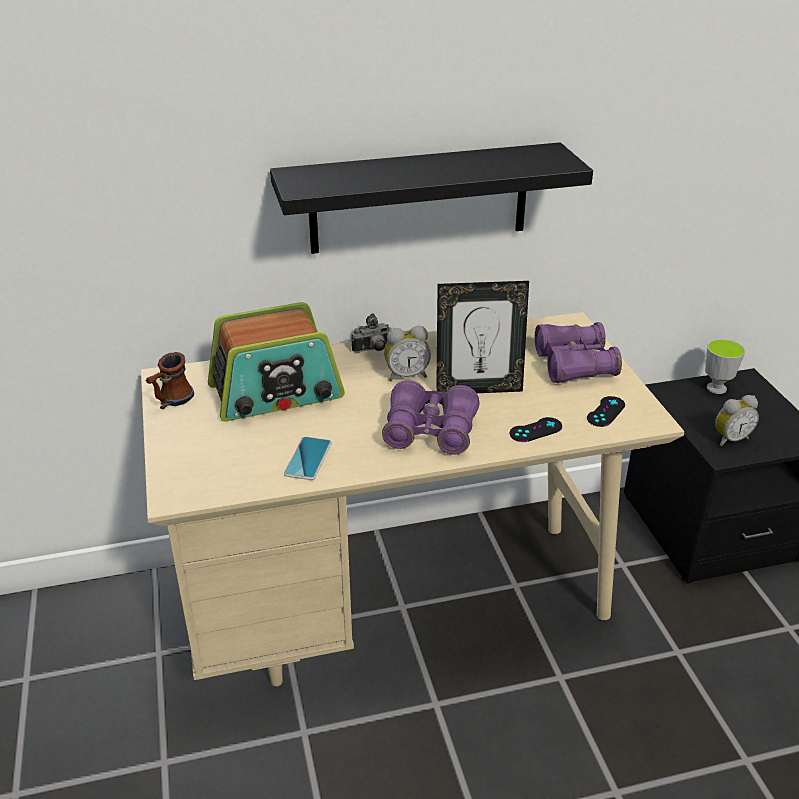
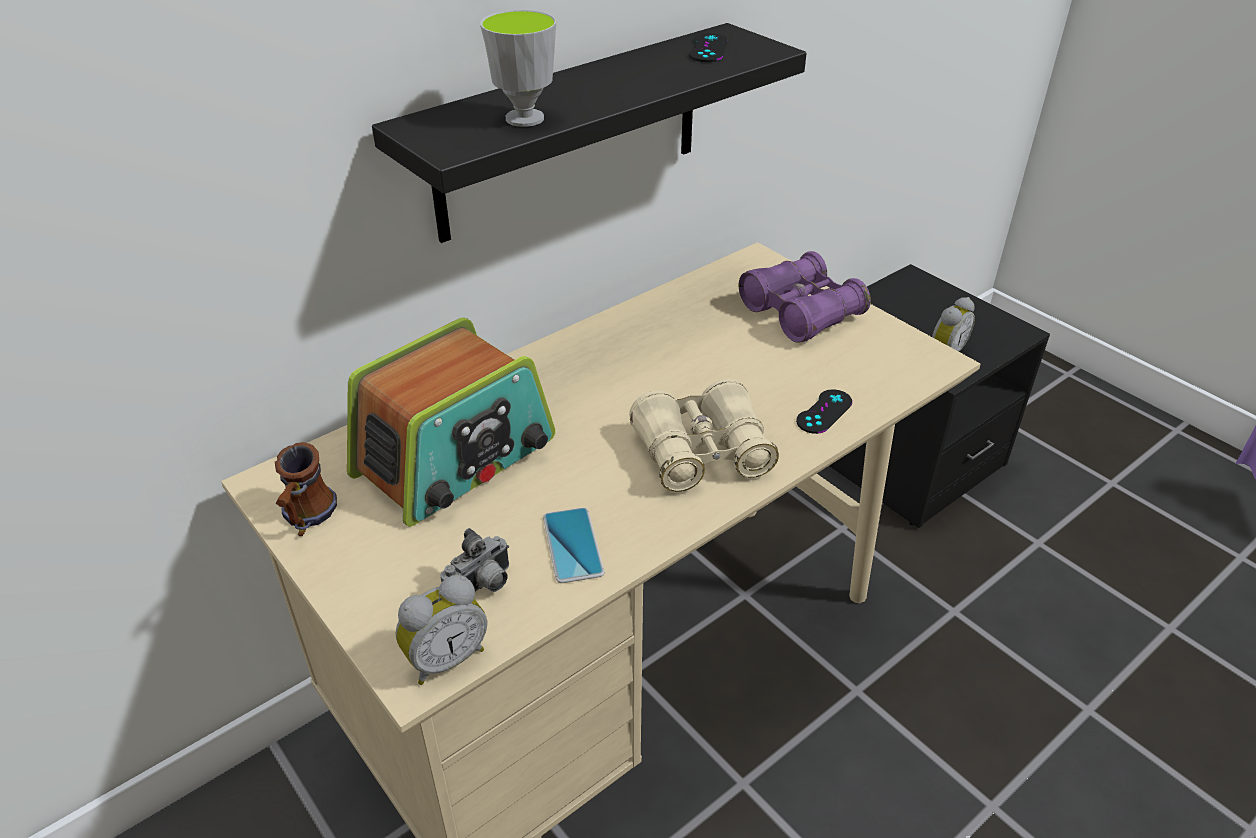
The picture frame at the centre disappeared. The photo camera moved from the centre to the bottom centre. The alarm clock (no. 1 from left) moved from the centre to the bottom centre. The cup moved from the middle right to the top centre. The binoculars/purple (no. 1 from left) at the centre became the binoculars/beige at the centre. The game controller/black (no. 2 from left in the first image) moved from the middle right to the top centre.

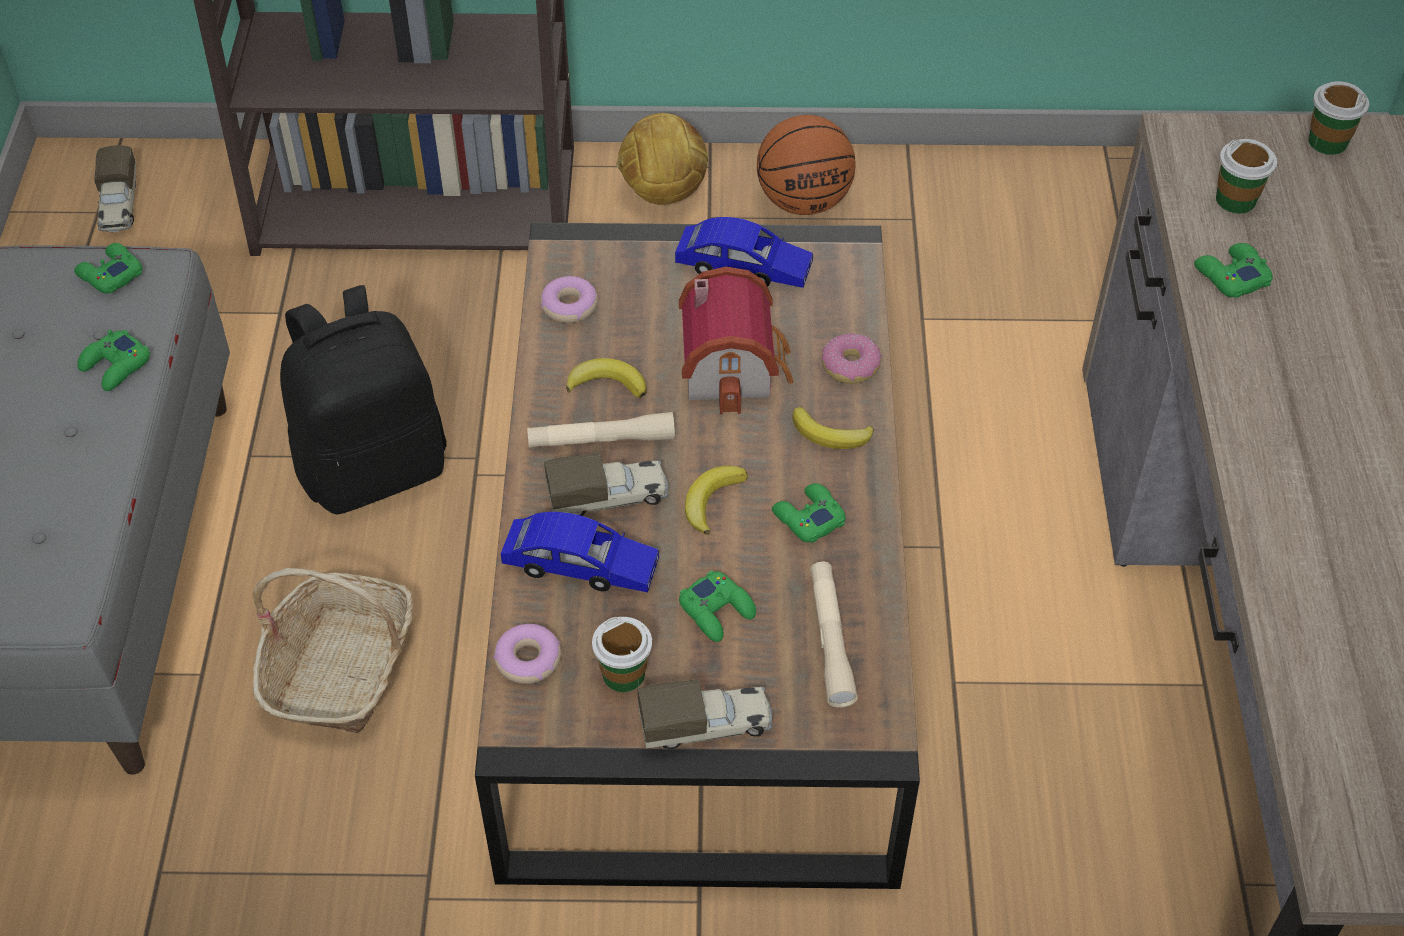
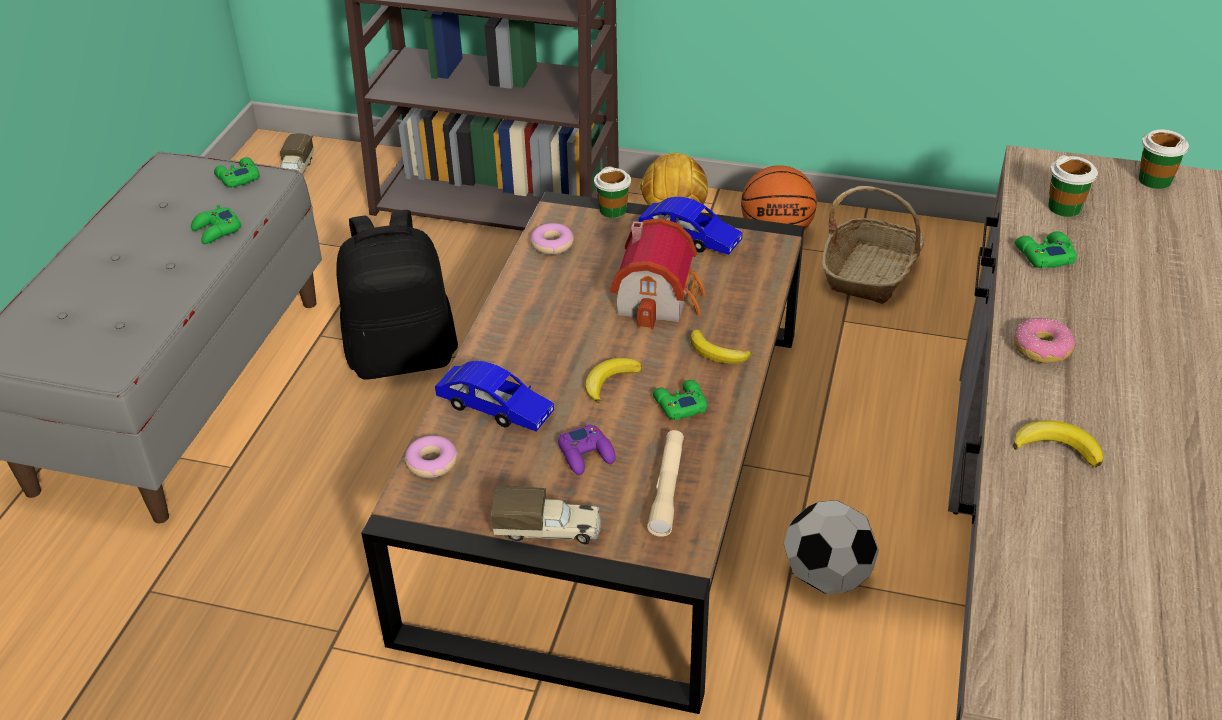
The donut (no. 3 from left) moved from the centre to the middle right. The banana (no. 1 from left in the first image) moved from the centre to the middle right. The flashlight/beige (no. 1 from left) at the centre disappeared. The toy truck (no. 2 from left) at the centre disappeared. The basket moved from the bottom left to the middle right. The game controller/green (no. 3 from left) at the centre became the game controller/purple at the centre. The cup (no. 1 from left) moved from the bottom centre to the top centre. The football (no. 2 from left) at the bottom right appeared.

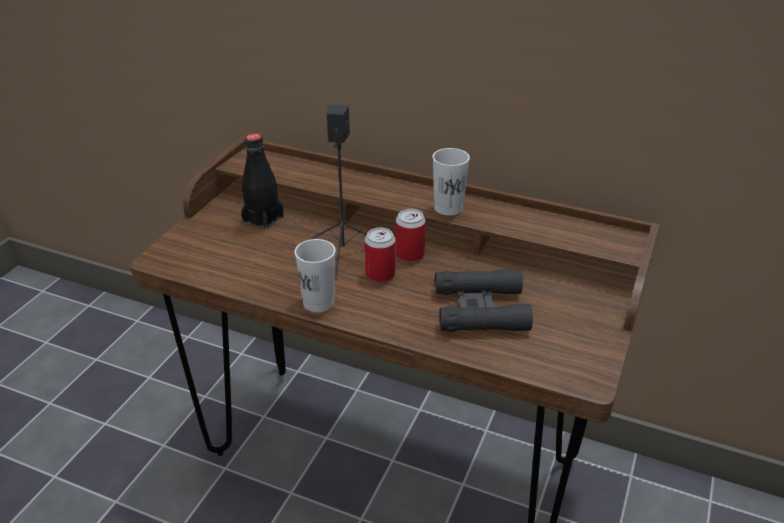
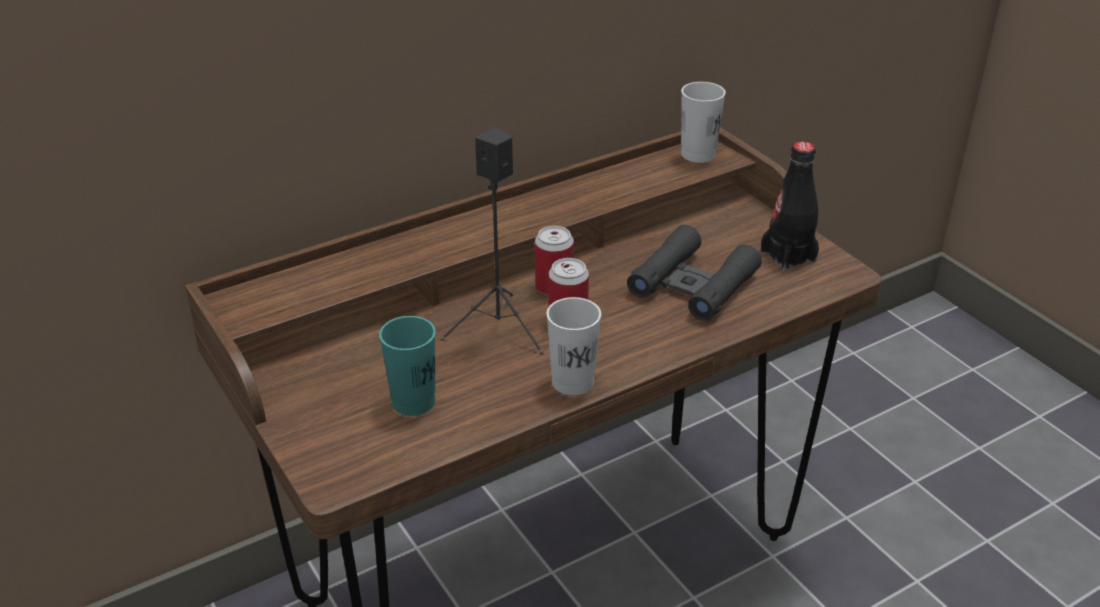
The bottle/black moved from the centre to the middle right. The cup/white (no. 2 from left) moved from the centre to the top centre. The cup/turquoise at the centre appeared.

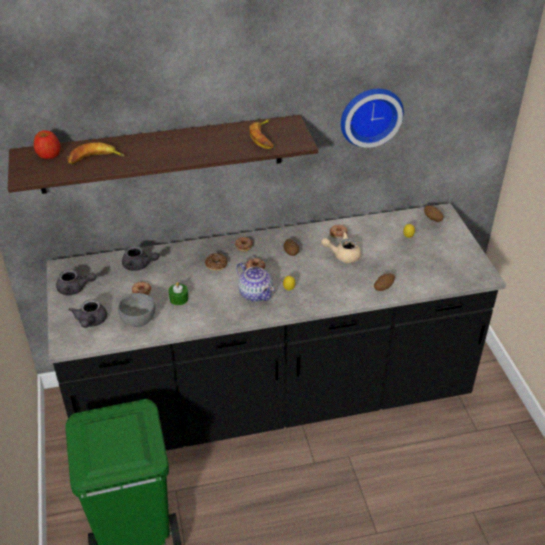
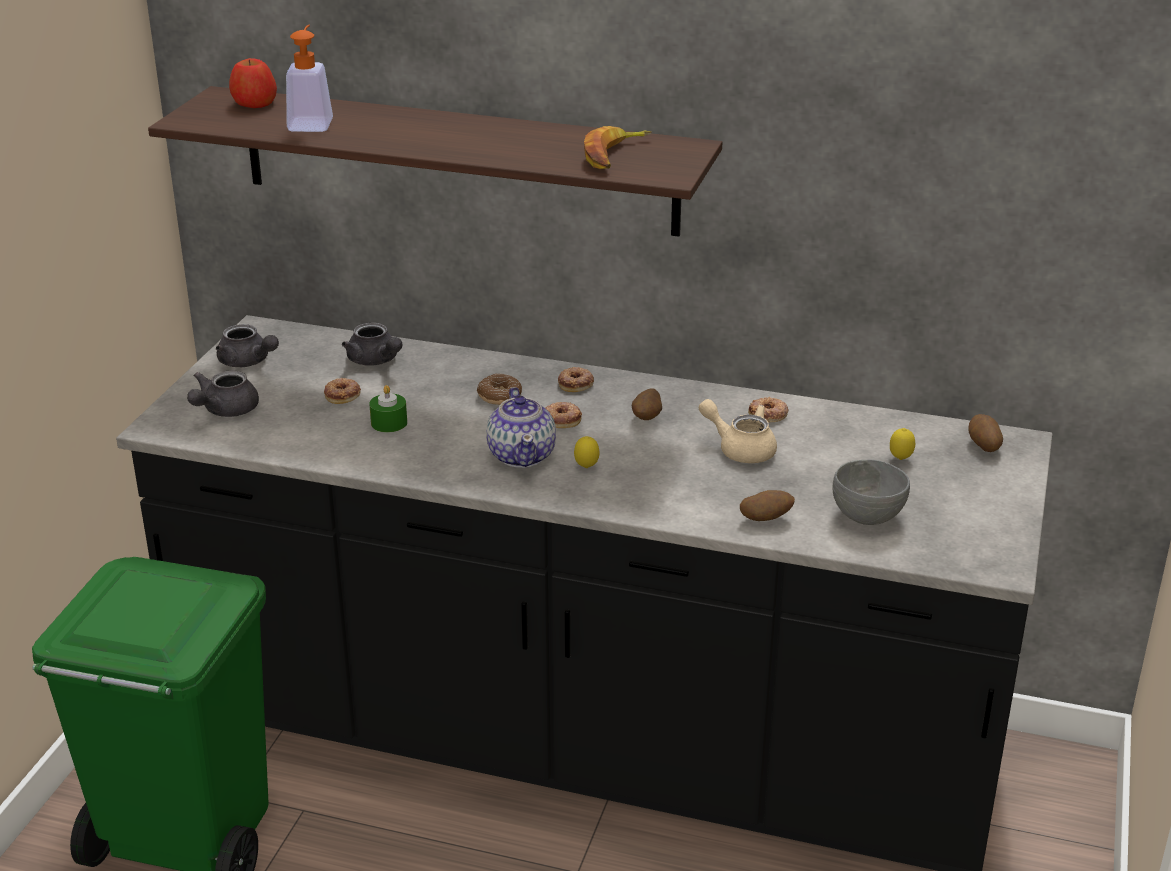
The wall clock at the top right disappeared. The banana (no. 1 from left) at the top left was replaced by the soap dispenser at the top left. The bowl/grey moved from the middle left to the middle right.

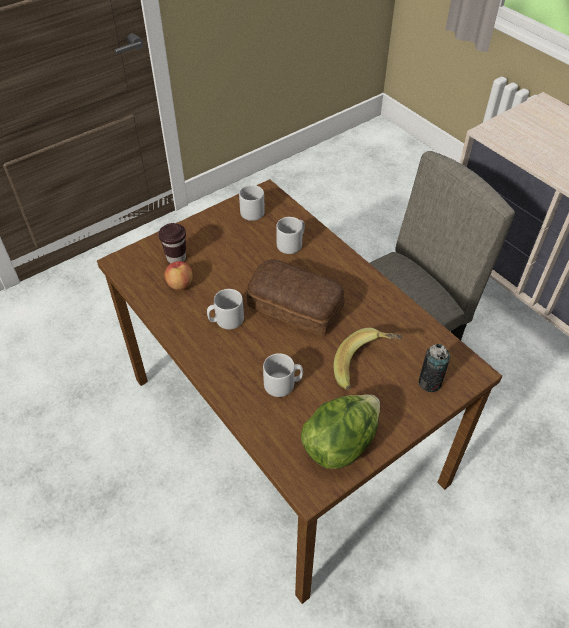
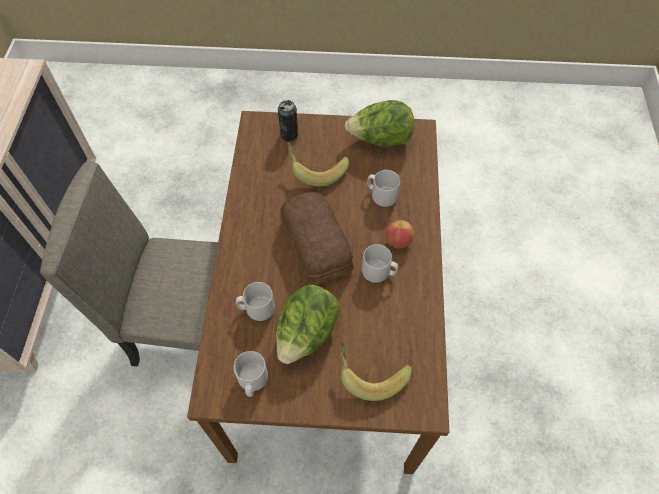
The cup/brown at the middle left was replaced by the banana (no. 2 from left) at the bottom centre. The apple moved from the middle left to the centre. The lettuce (no. 1 from left) at the centre appeared.

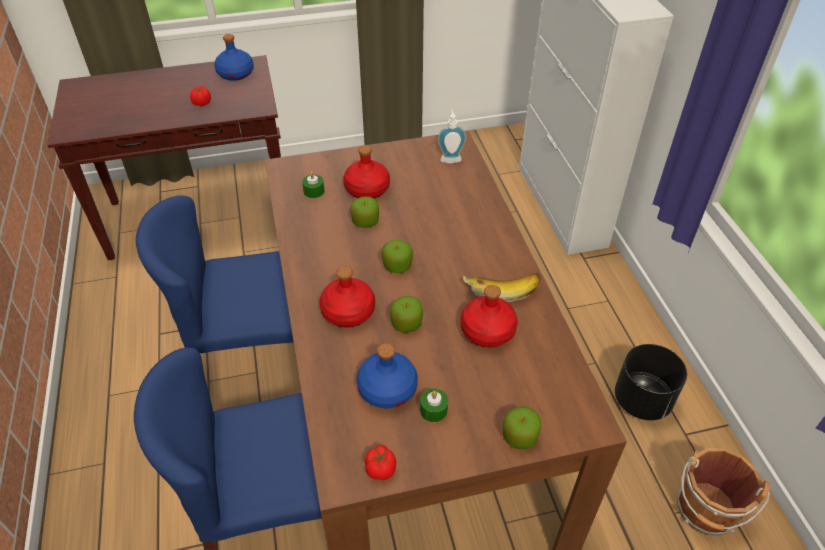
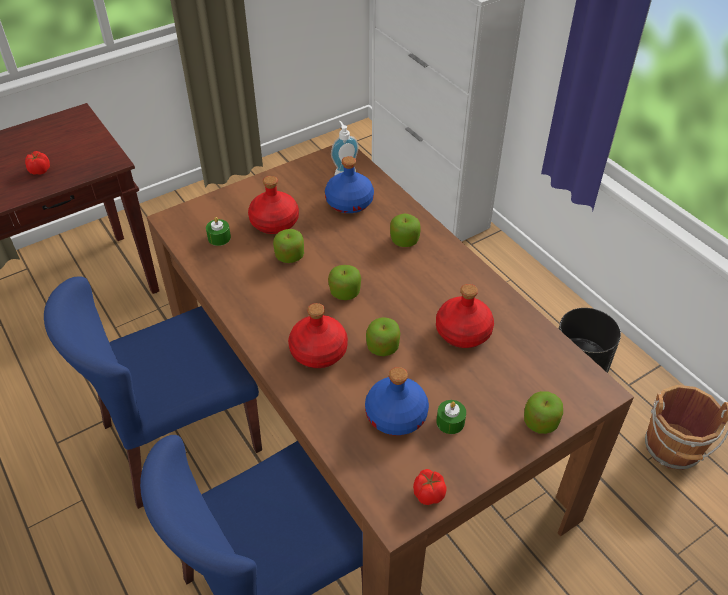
The bottle/blue (no. 1 from left) moved from the top left to the top centre. The banana at the centre disappeared. The apple (no. 4 from left) at the centre appeared.

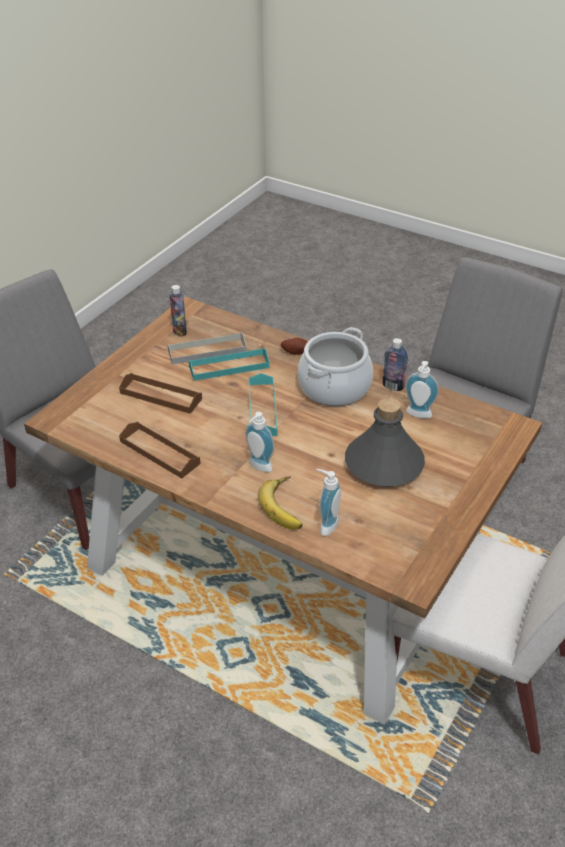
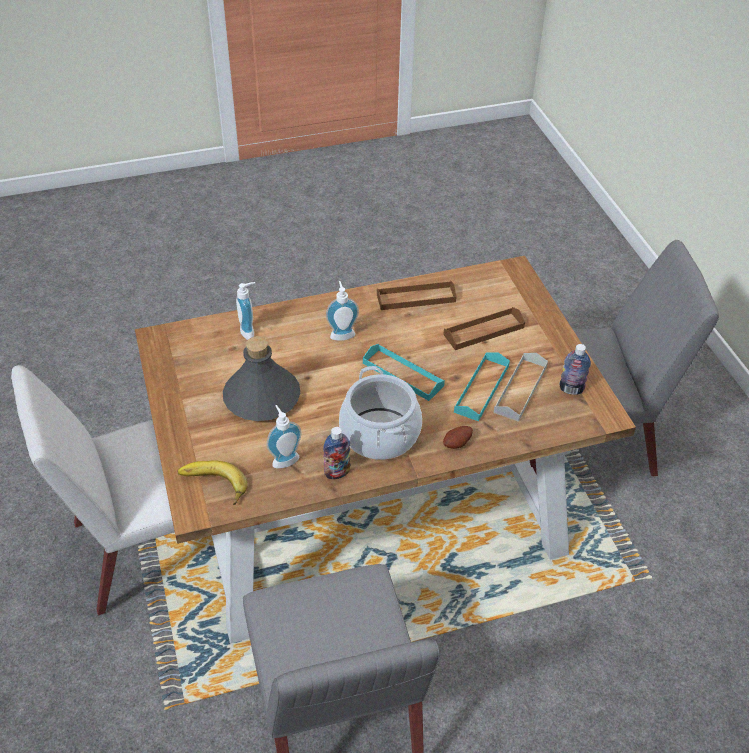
The banana moved from the centre to the middle left.

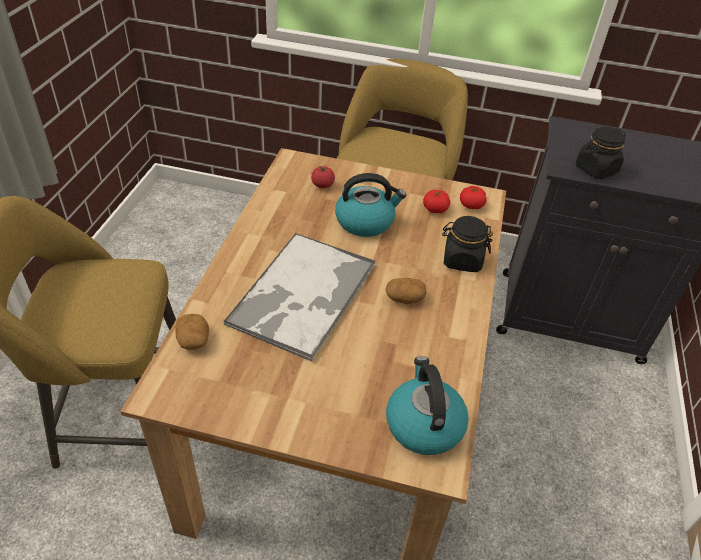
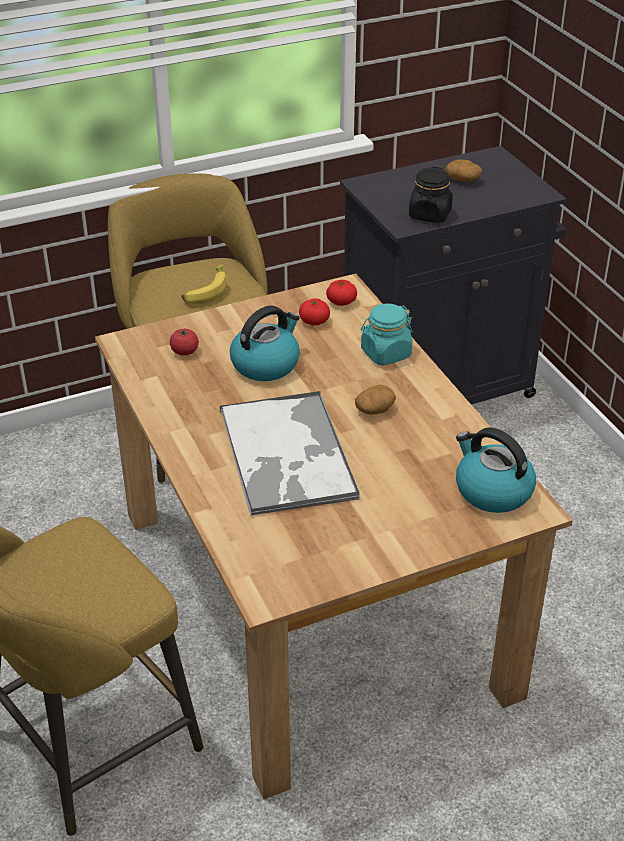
The jar/black (no. 1 from left) at the middle right became the jar/turquoise at the centre. The potato (no. 1 from left in the first image) moved from the middle left to the top right. The banana at the middle left appeared.

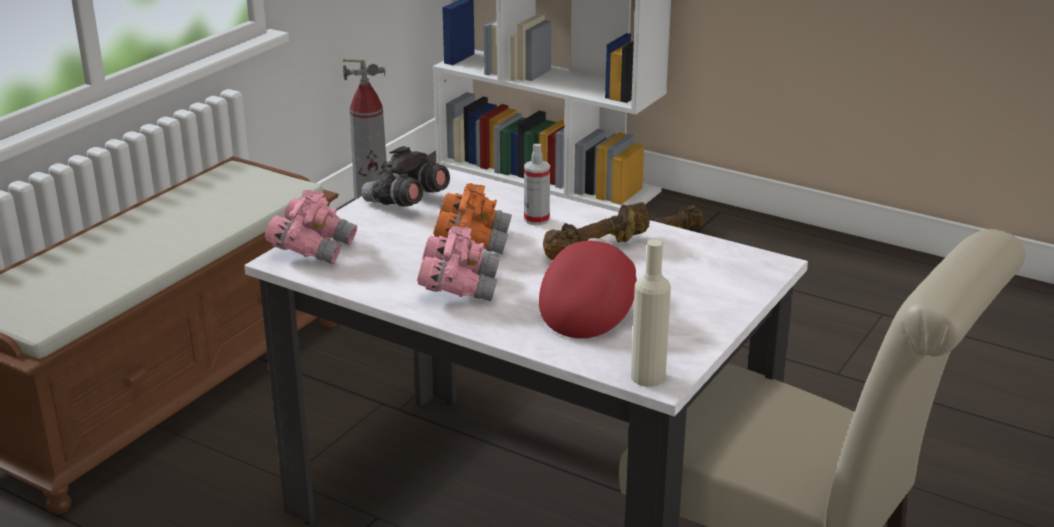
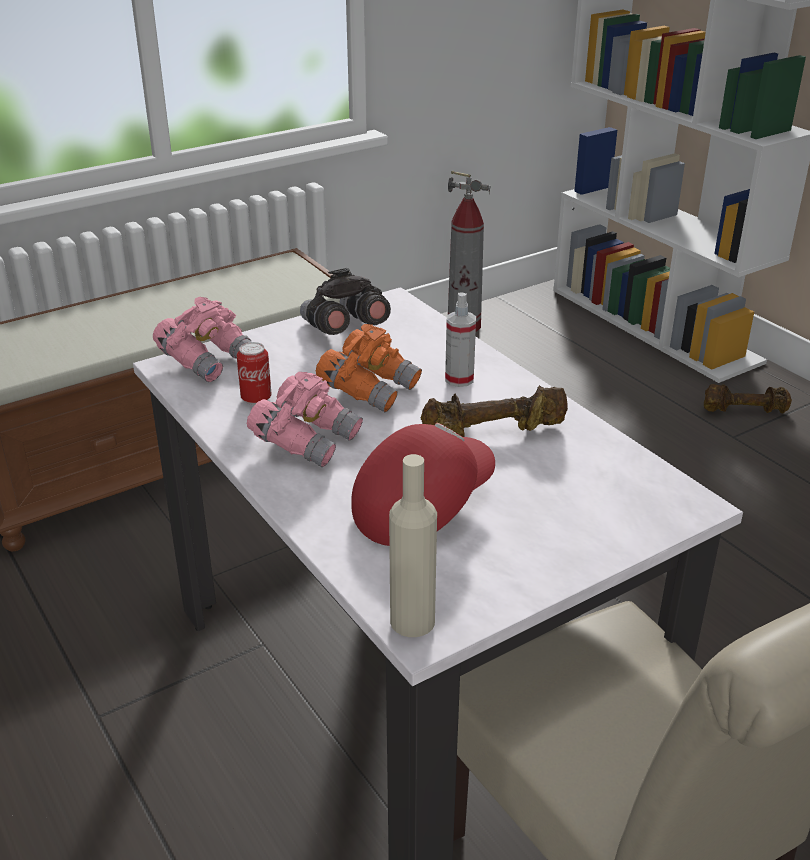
The can at the middle left appeared.

